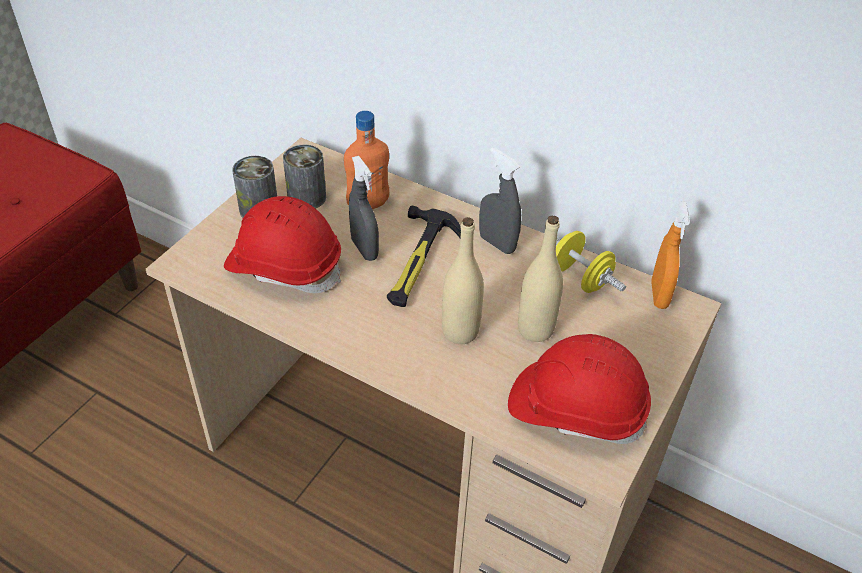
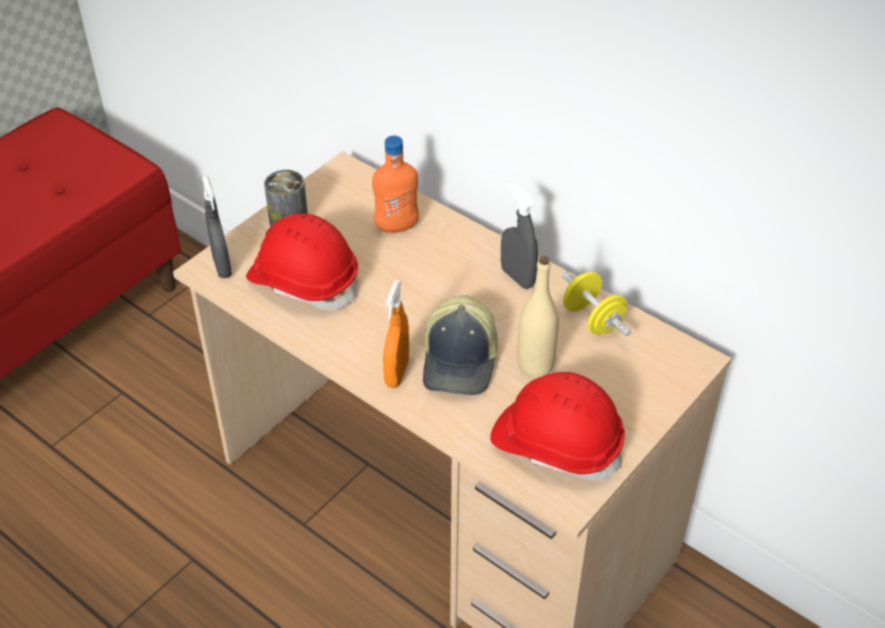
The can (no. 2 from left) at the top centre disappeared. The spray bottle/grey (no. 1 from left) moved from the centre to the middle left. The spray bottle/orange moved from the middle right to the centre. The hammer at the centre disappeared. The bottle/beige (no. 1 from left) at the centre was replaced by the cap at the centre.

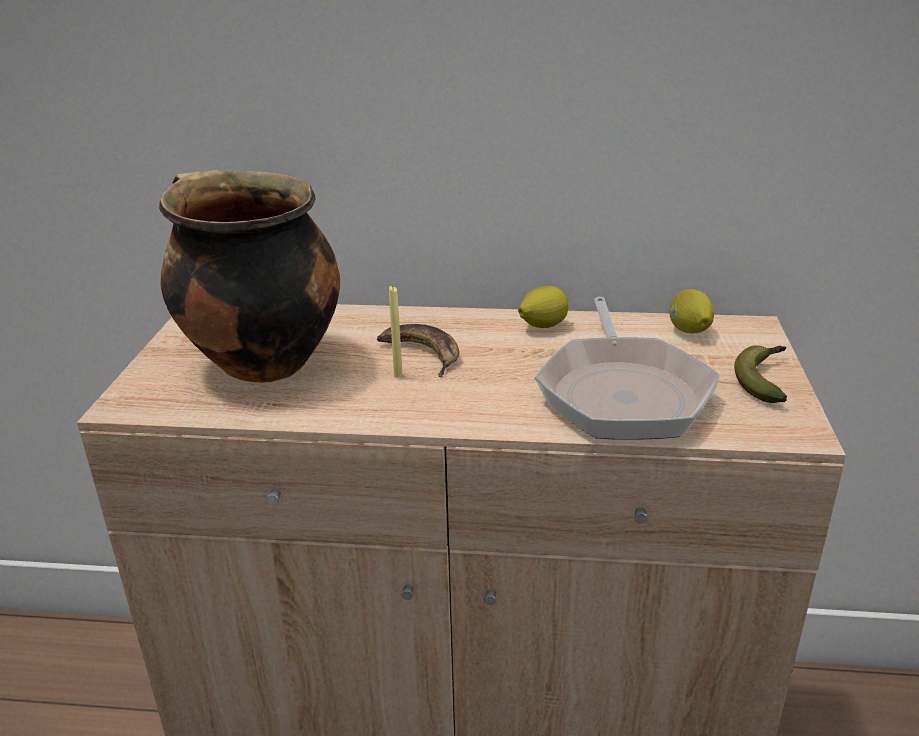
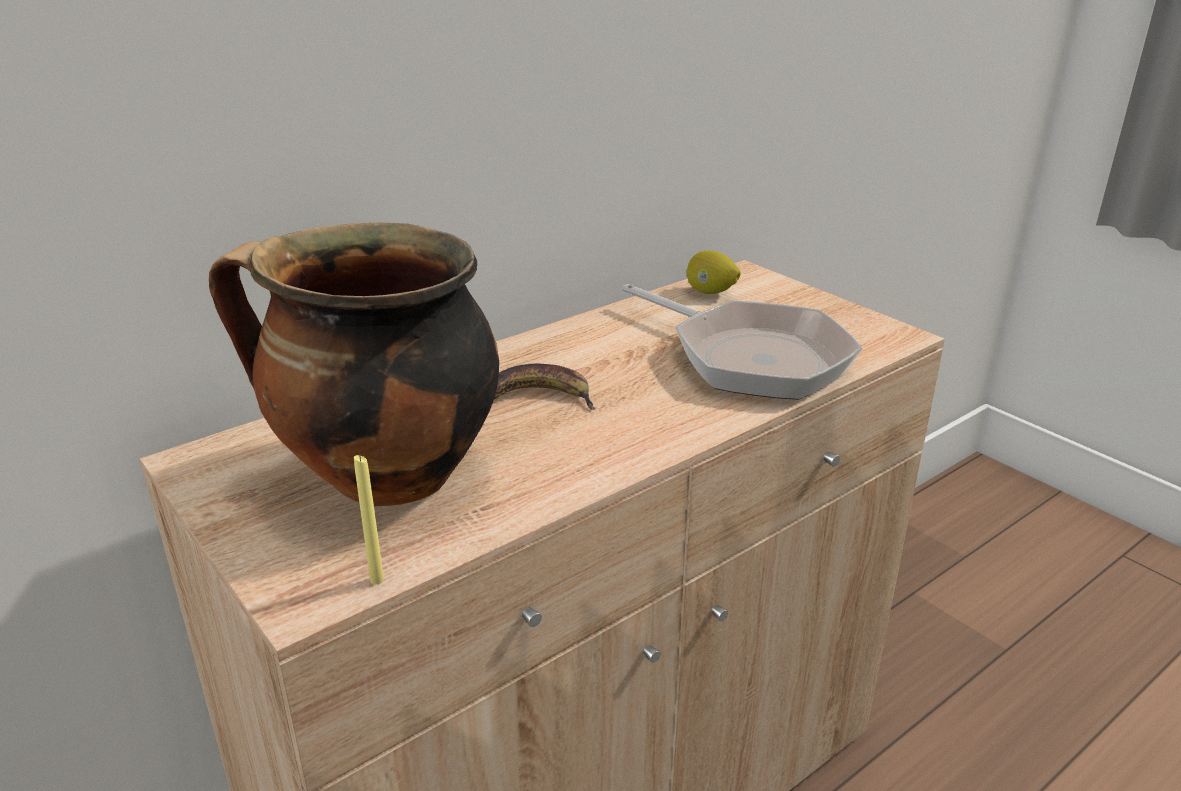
The candle/yellow moved from the centre to the middle left. The lemon (no. 1 from left) at the centre disappeared. The banana (no. 2 from left) at the middle right disappeared.

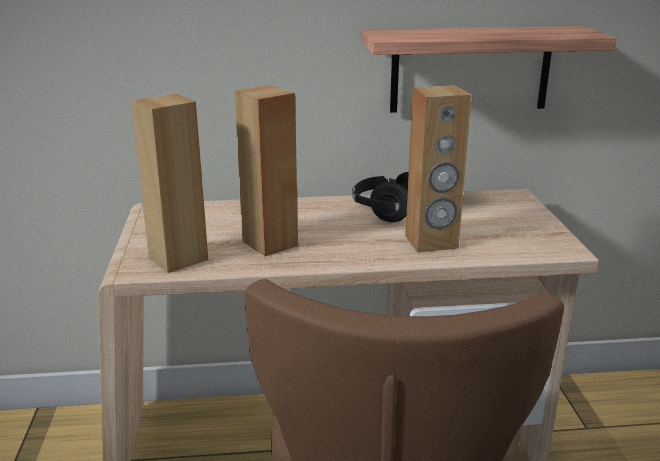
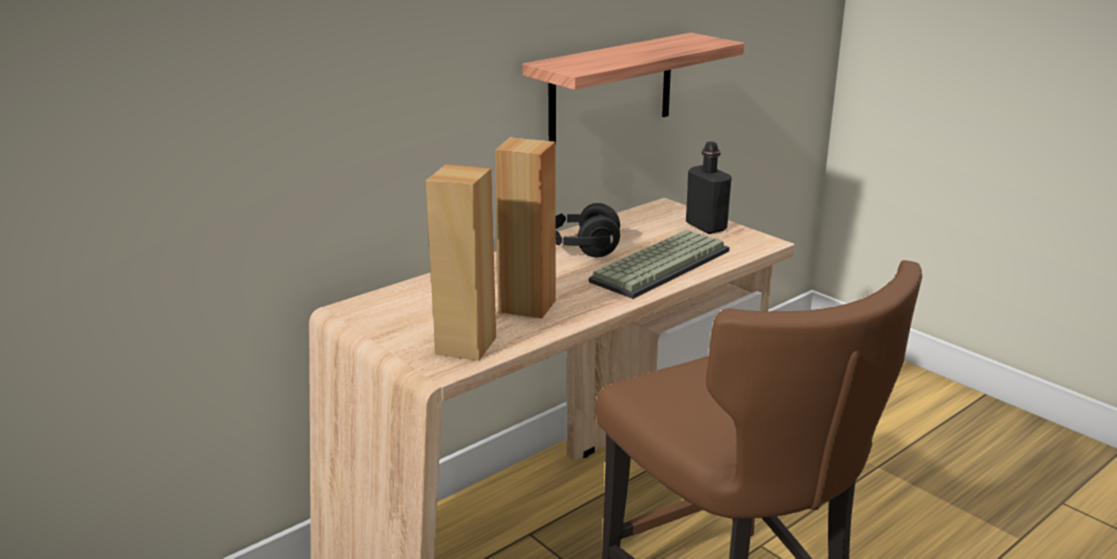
The speaker/brown (no. 3 from left) at the centre was replaced by the keyboard at the centre. The bottle/black at the centre appeared.

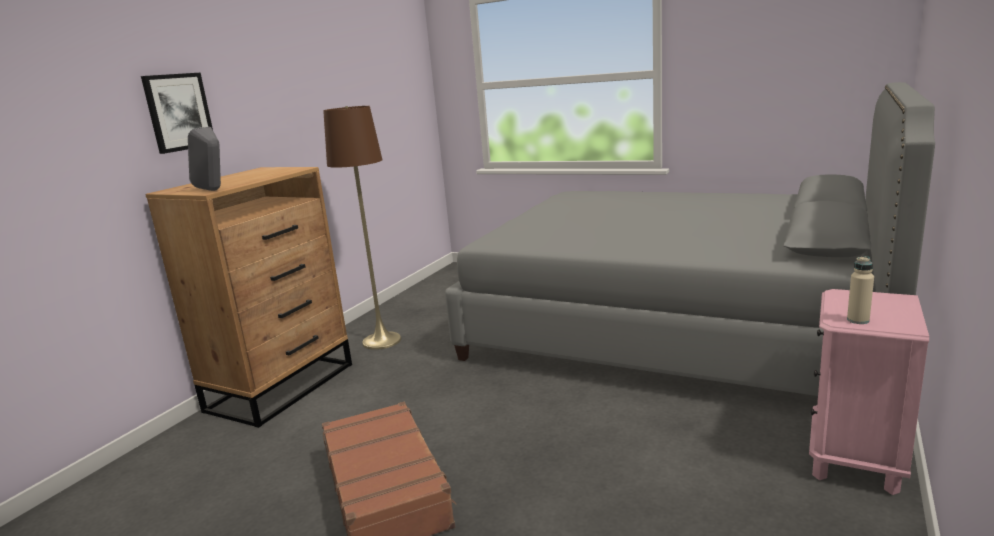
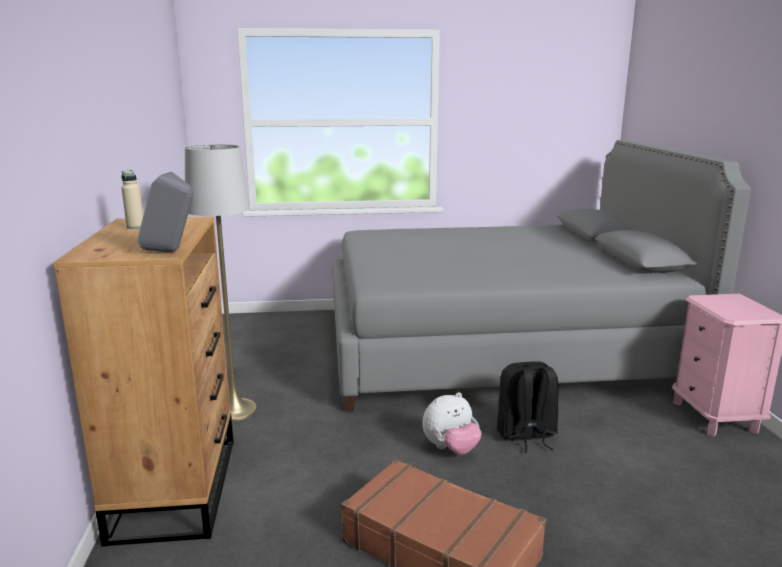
The picture at the top left disappeared. The floor lamp/brown at the centre became the floor lamp/grey at the middle left. The bottle/beige moved from the middle right to the middle left. The backpack/black at the bottom right appeared. The plush toy at the bottom centre appeared.

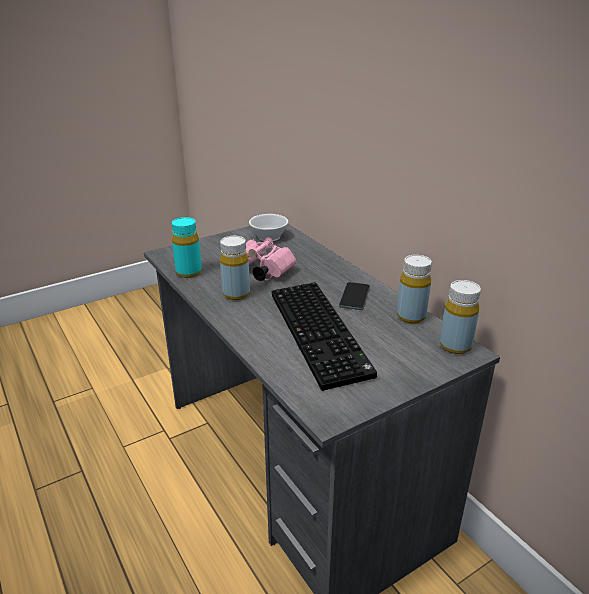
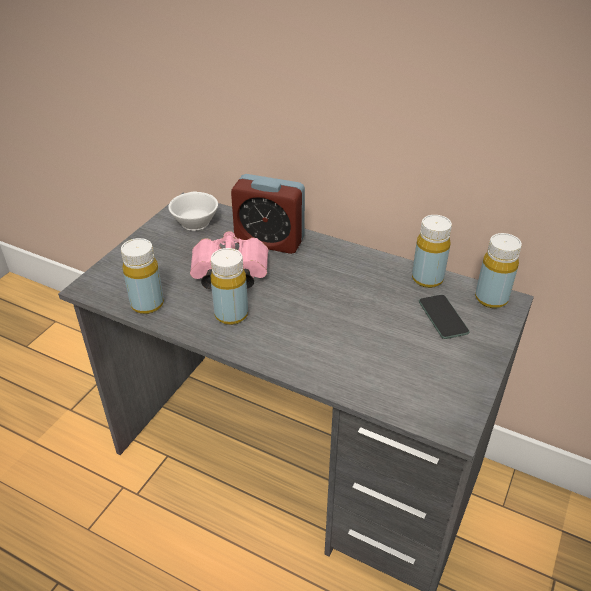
The bottle/turquoise at the middle left became the bottle/yellow (no. 1 from left) at the middle left. The keyboard at the centre disappeared. The phone moved from the centre to the middle right. The alarm clock at the centre appeared.

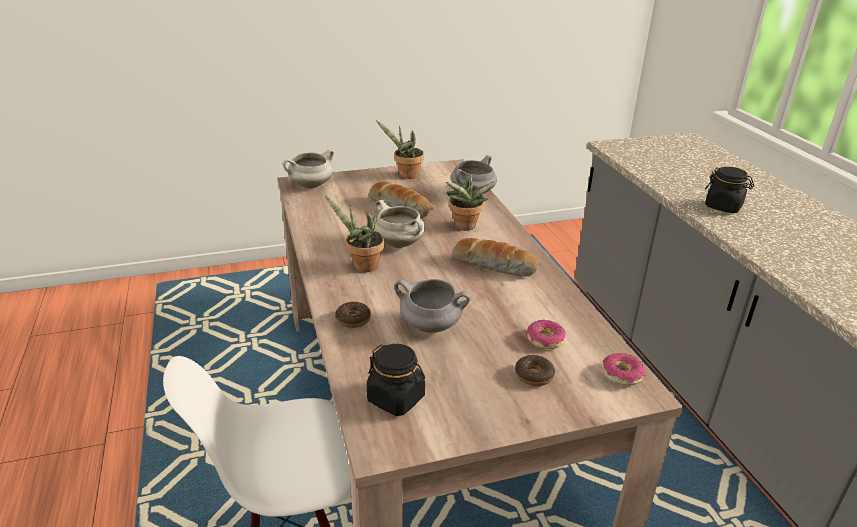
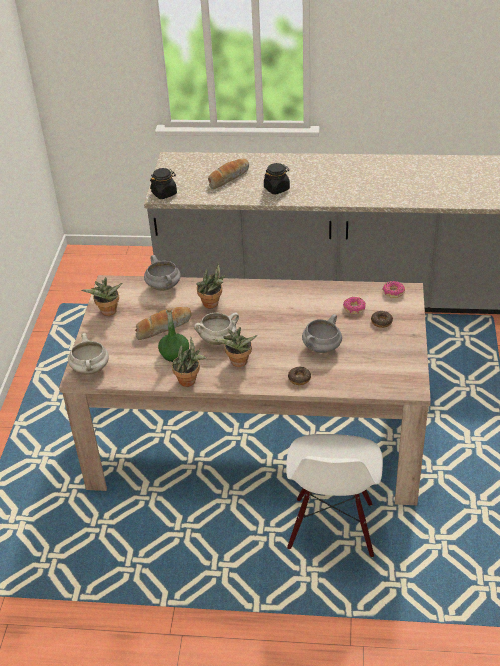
The bread (no. 2 from left) moved from the centre to the top centre. The jar/black (no. 1 from left) moved from the bottom centre to the top left. The bottle/green at the centre appeared. The potted plant (no. 2 from left) at the centre appeared.

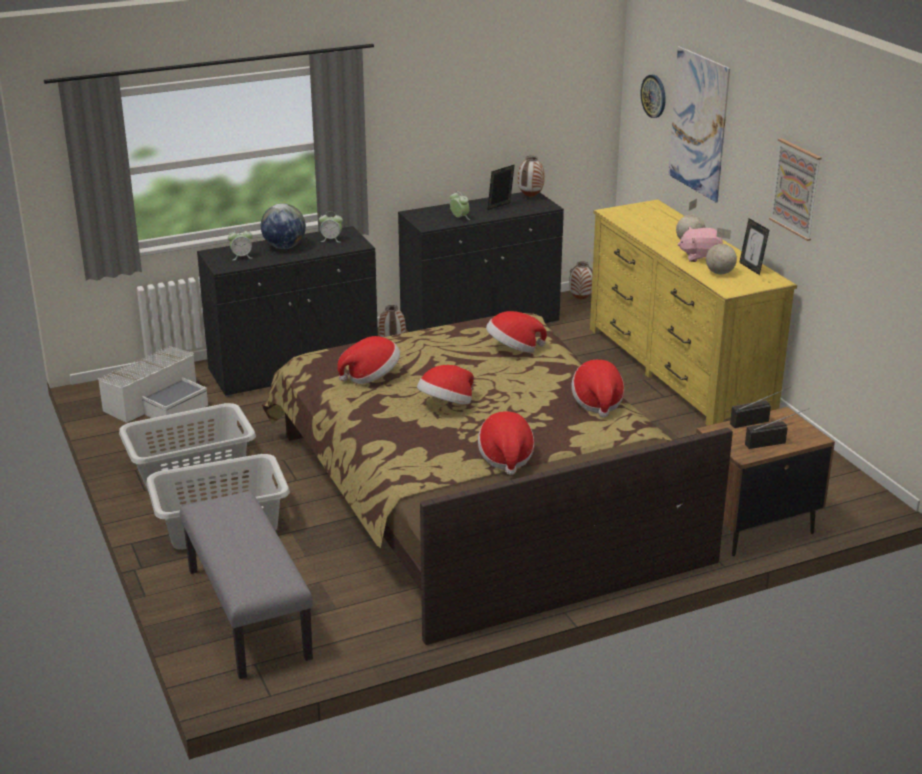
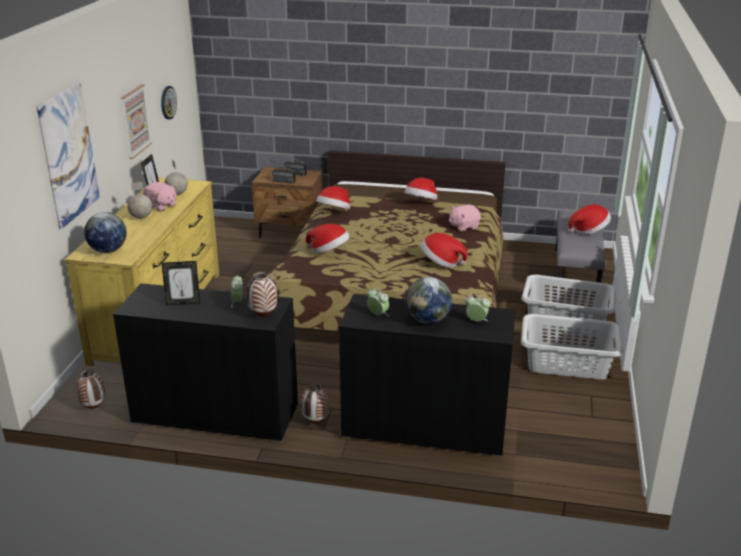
The wall clock moved from the top right to the top left. The vase (no. 2 from left) moved from the top centre to the centre. The storage box/white at the middle left disappeared. The hat (no. 2 from left in the first image) moved from the centre to the middle right. The plush toy/pink (no. 2 from left) at the centre appeared. The globe (no. 1 from left) at the middle left appeared.

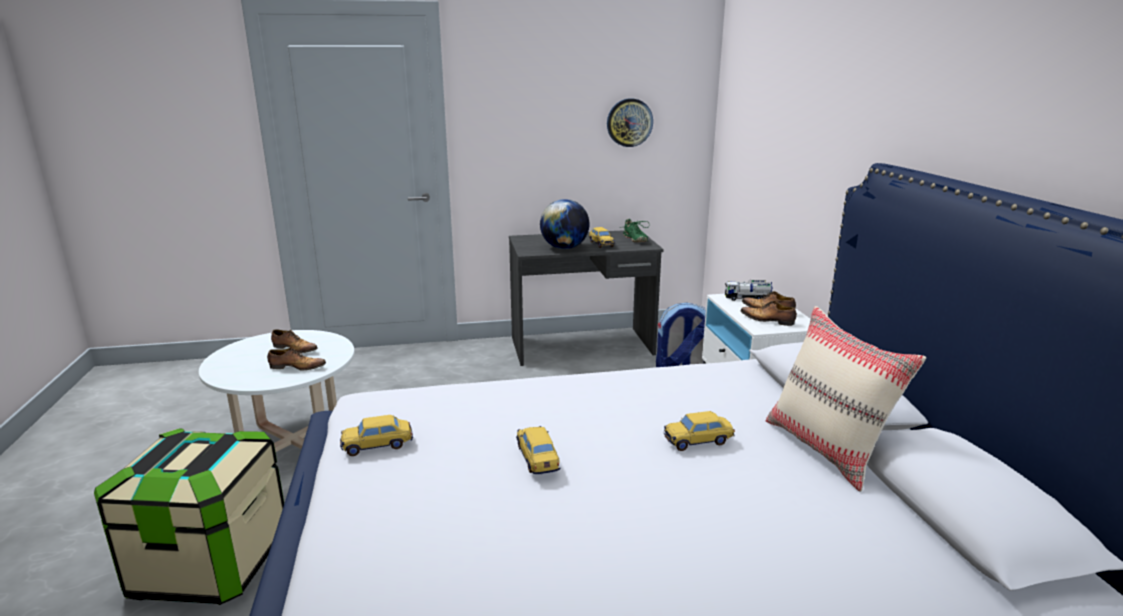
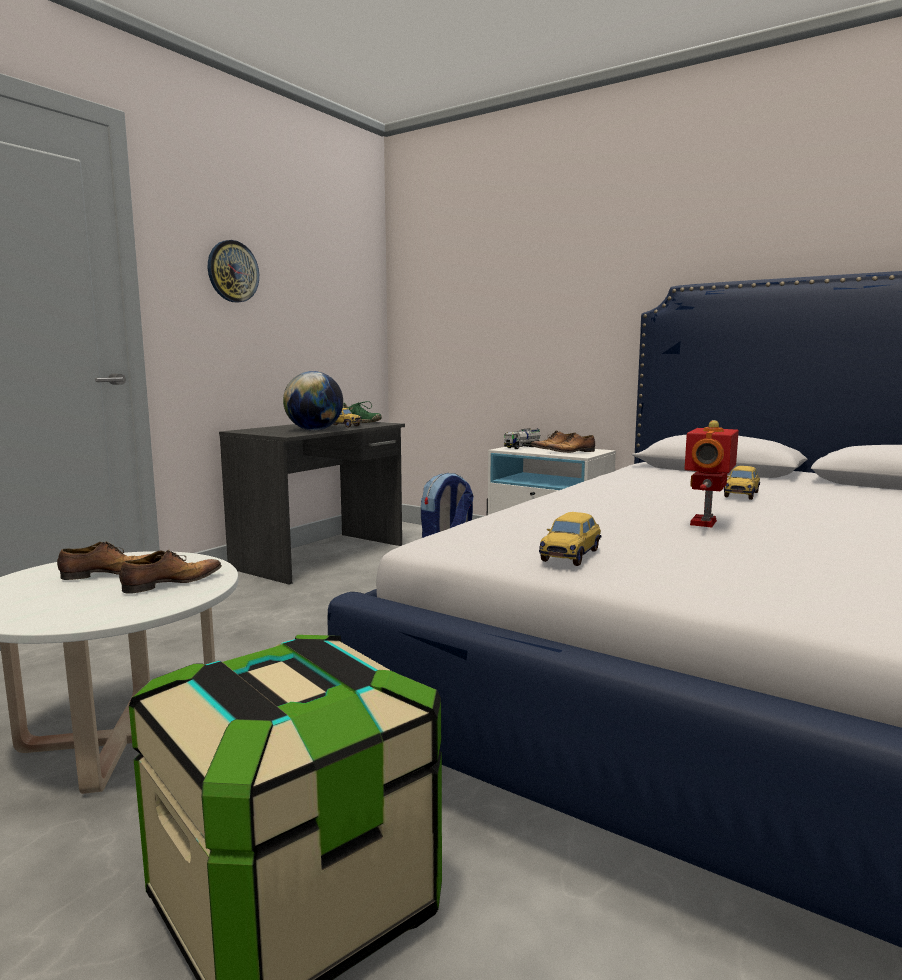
The wall clock moved from the top centre to the top left. The pillow/beige at the middle right disappeared. The toy car (no. 2 from left) at the bottom centre was replaced by the toy robot at the middle right.

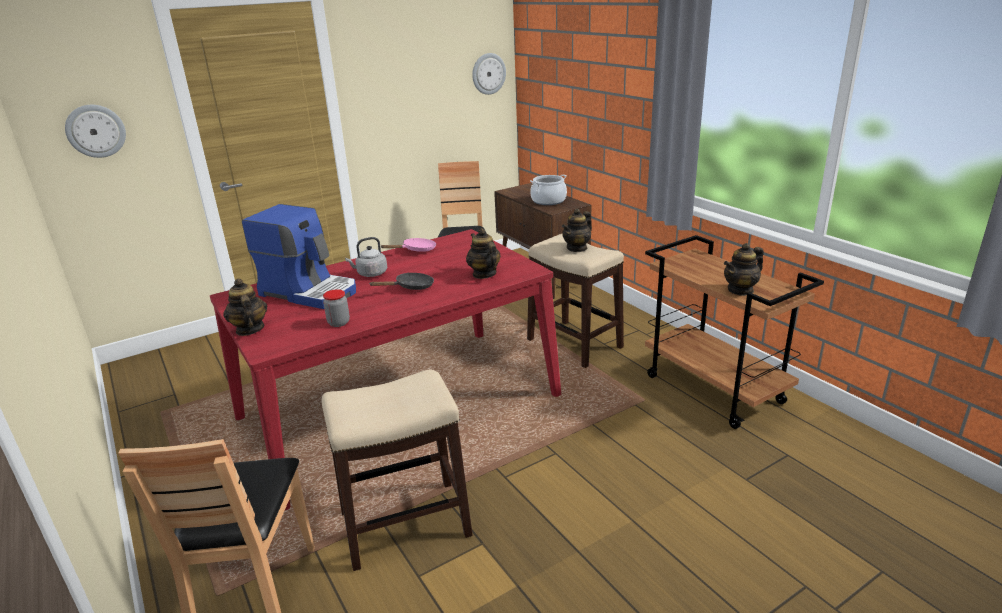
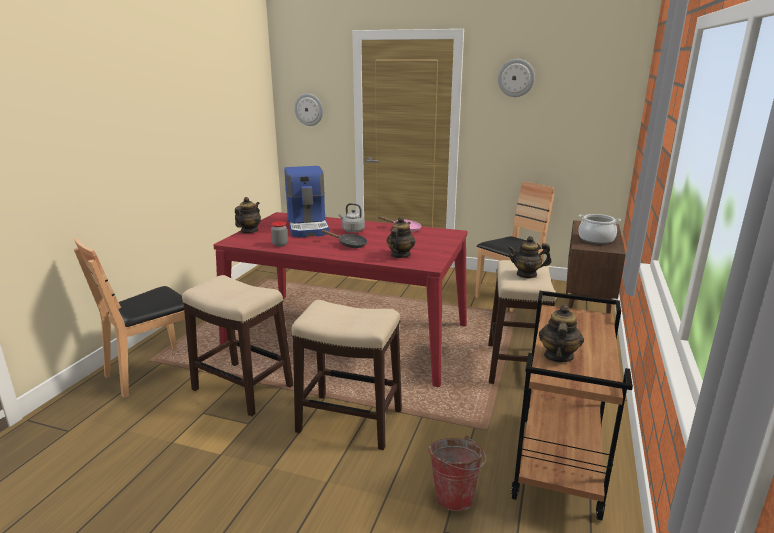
The wall clock (no. 2 from left) moved from the top centre to the top right. The teapot (no. 4 from left) at the middle right turned 90 degrees clockwise. The stool (no. 2 from left) at the bottom centre appeared. The bucket at the bottom centre appeared.

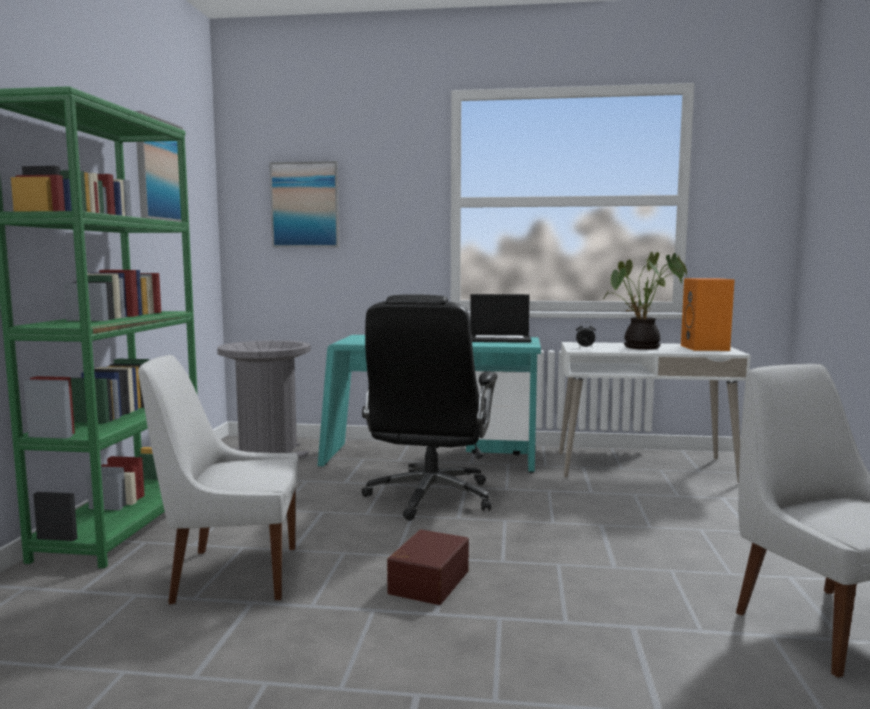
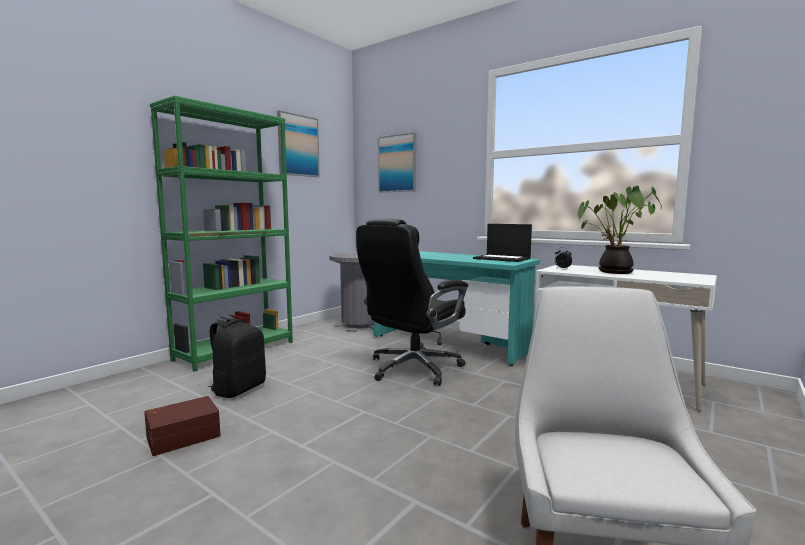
The speaker/orange at the middle right disappeared. The chair/white (no. 1 from left) at the bottom left was replaced by the backpack/black at the middle left. The storage box/brown moved from the bottom centre to the bottom left.

